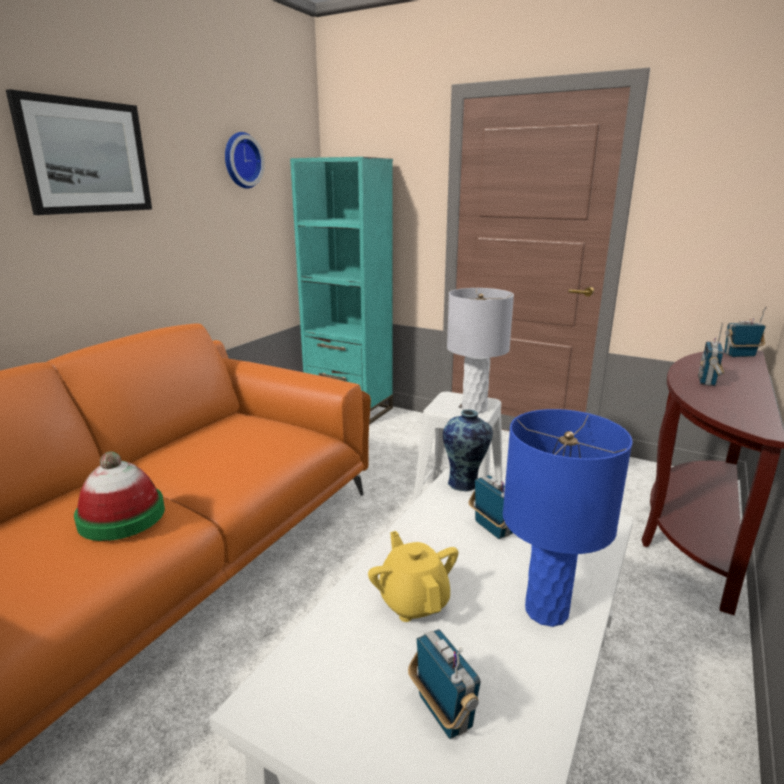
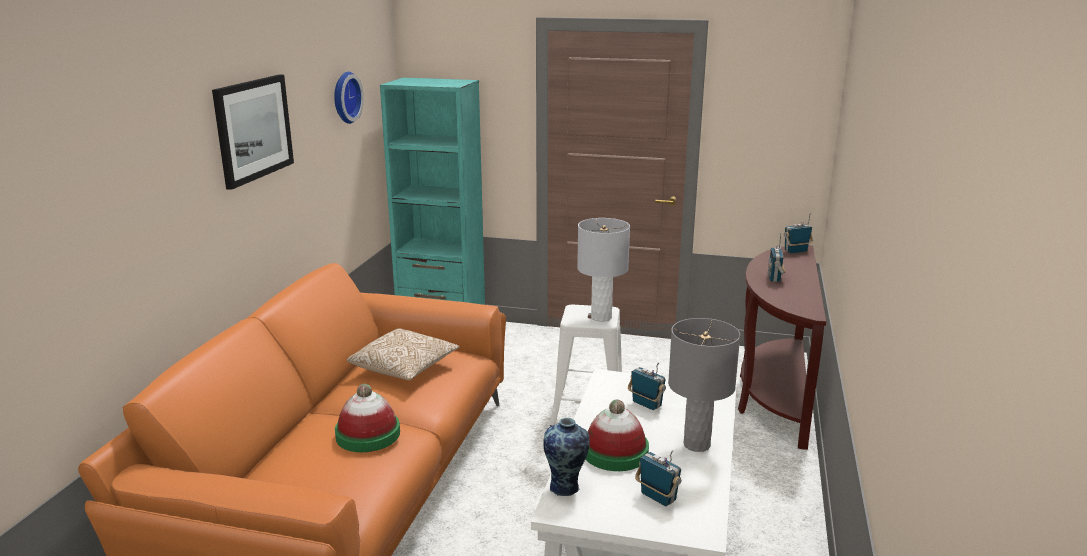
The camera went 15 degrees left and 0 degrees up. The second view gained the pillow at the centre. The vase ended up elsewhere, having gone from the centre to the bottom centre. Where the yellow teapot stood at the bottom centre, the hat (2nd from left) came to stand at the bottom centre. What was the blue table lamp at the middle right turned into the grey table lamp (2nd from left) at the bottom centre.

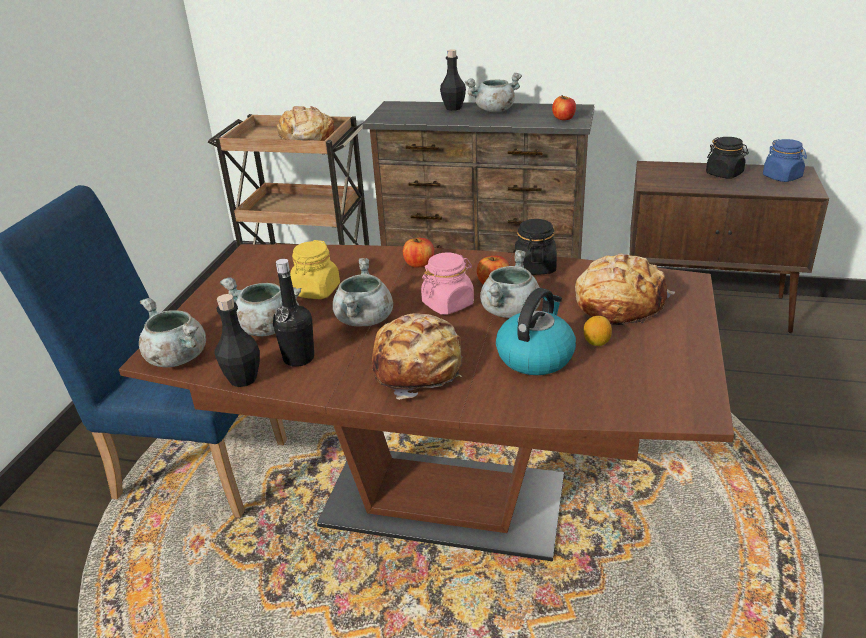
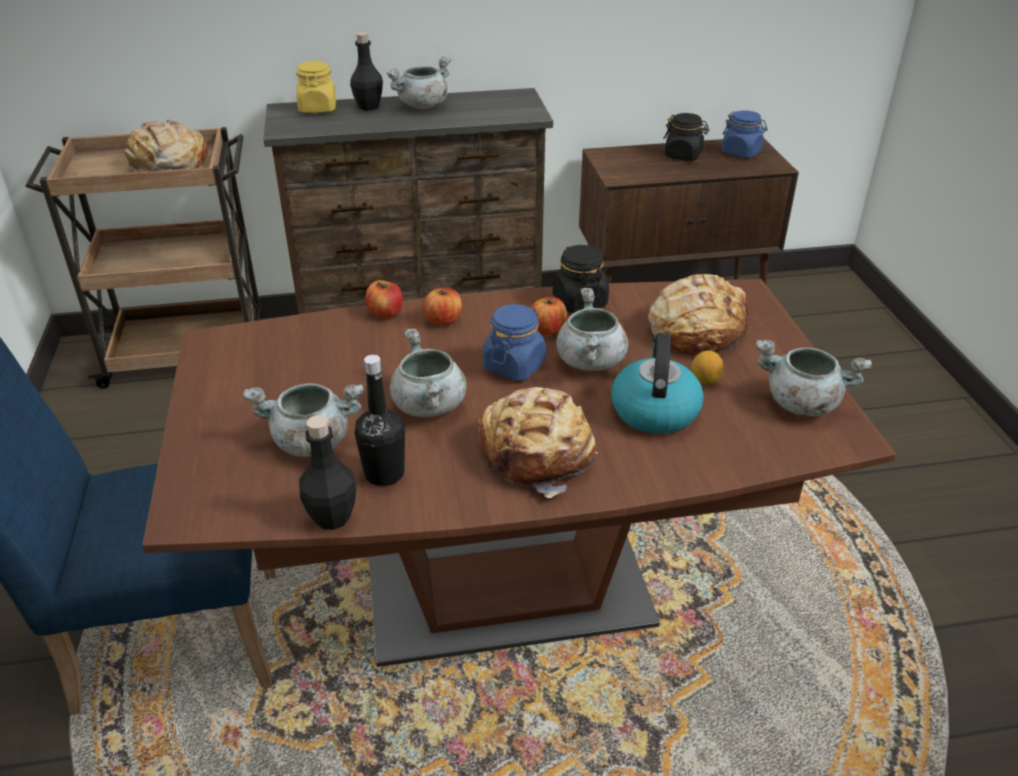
The camera went 25 degrees left and 5 degrees up. The yellow jar ended up elsewhere, having gone from the centre to the top left. The apple (3rd from left in the first image) ended up elsewhere, having gone from the top centre to the centre. What was the pink jar at the centre turned into the blue jar (1st from left) at the centre. The grey cooking pot (1st from left in the first image) ended up elsewhere, having gone from the middle left to the middle right.

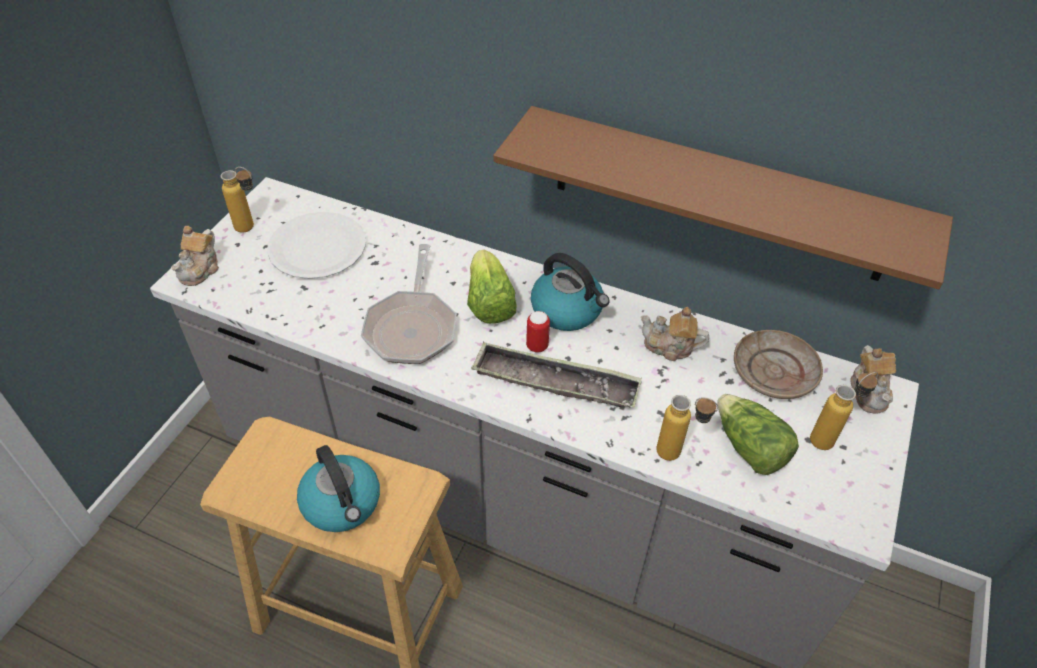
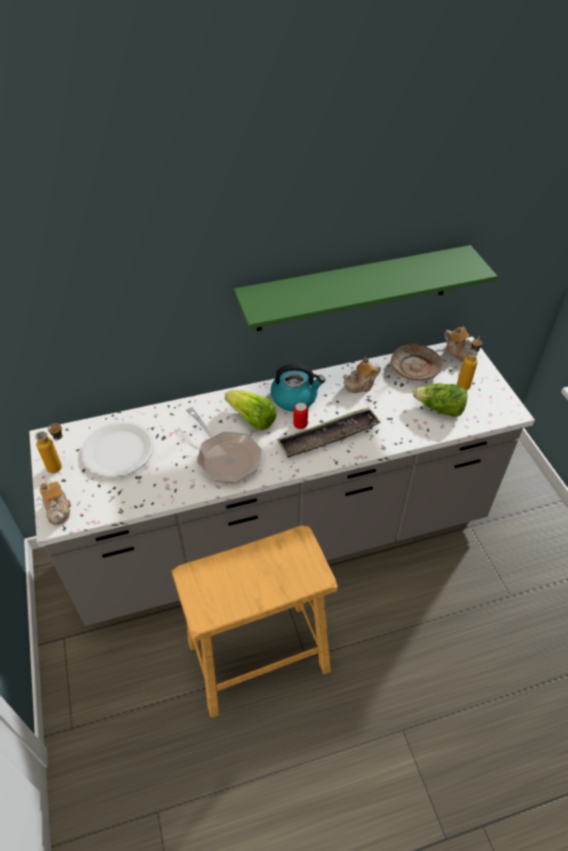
The camera went 40 degrees left and 0 degrees up. What was the brown shelf at the top right turned into the green shelf at the centre. The second view lost the kettle (1st from left) at the bottom left. The second view lost the bottle (2nd from left) at the centre.

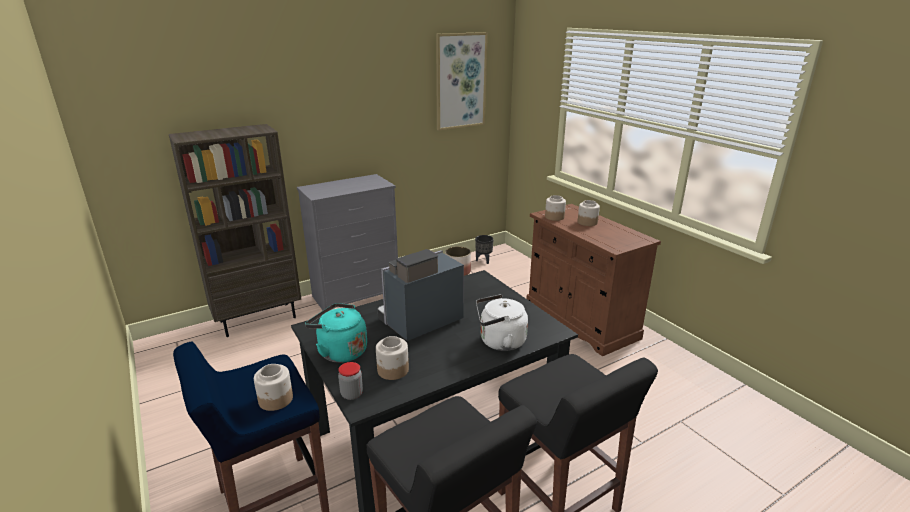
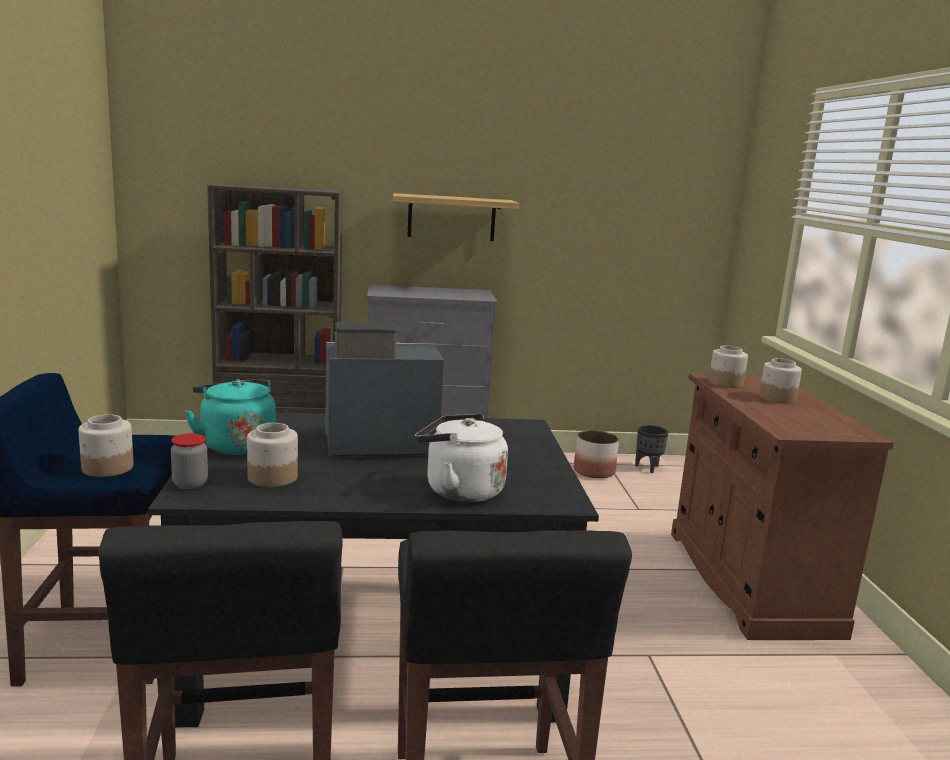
The camera went 25 degrees right and 10 degrees down. The second view gained the shelf at the top centre. The second view lost the picture at the top centre.

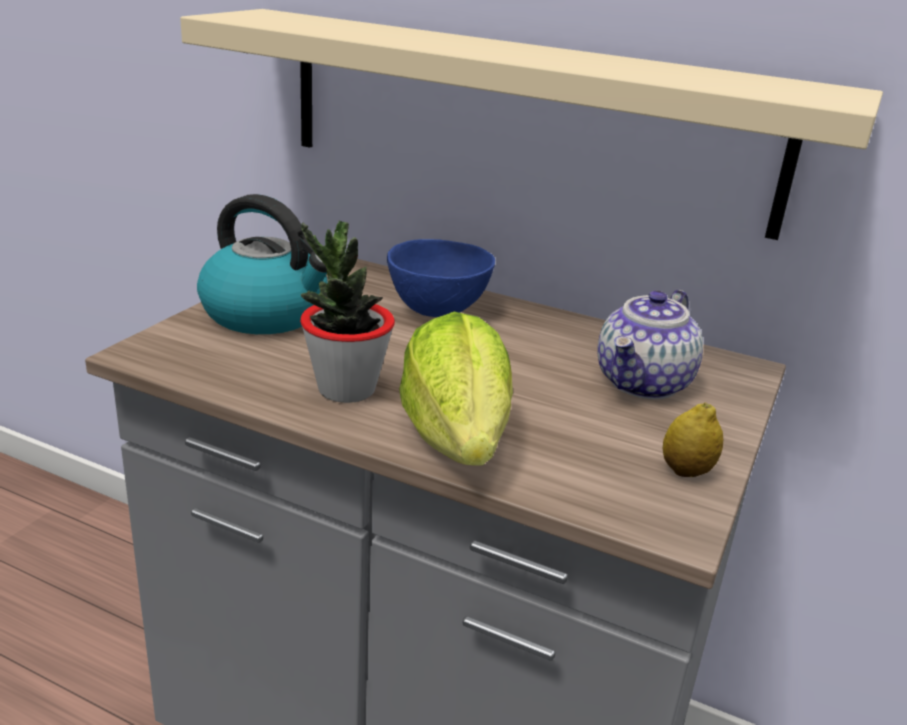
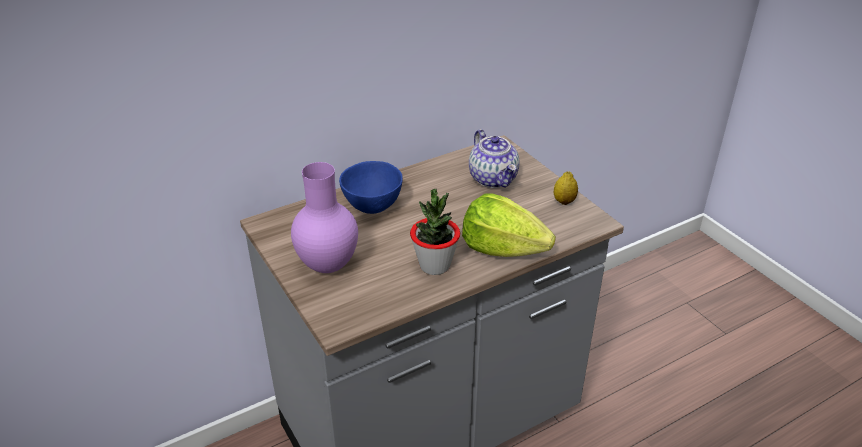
The camera went 55 degrees left and 10 degrees up. Where the kettle stood at the middle left, the purple vase came to stand at the centre. The second view lost the beige shelf at the top centre.

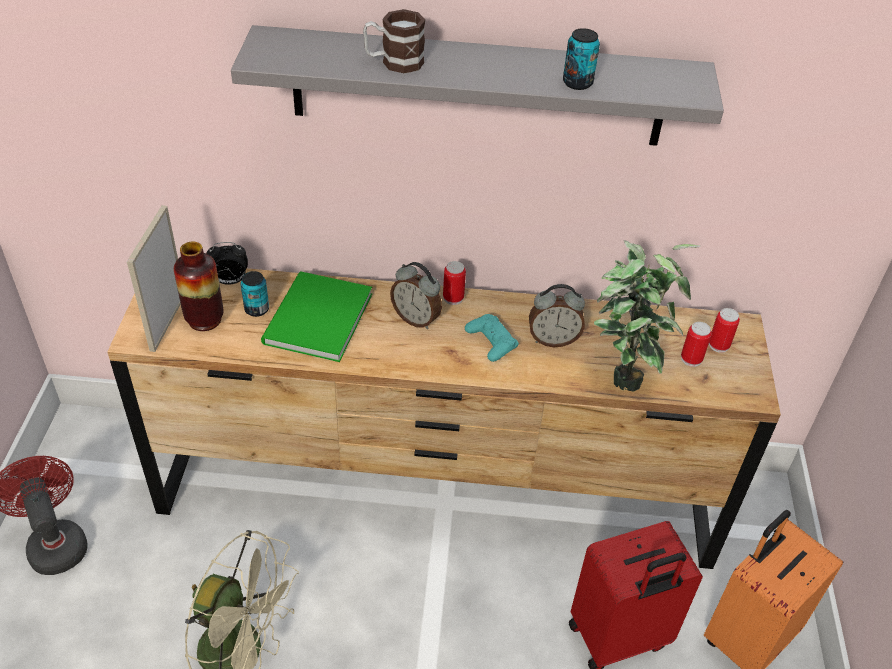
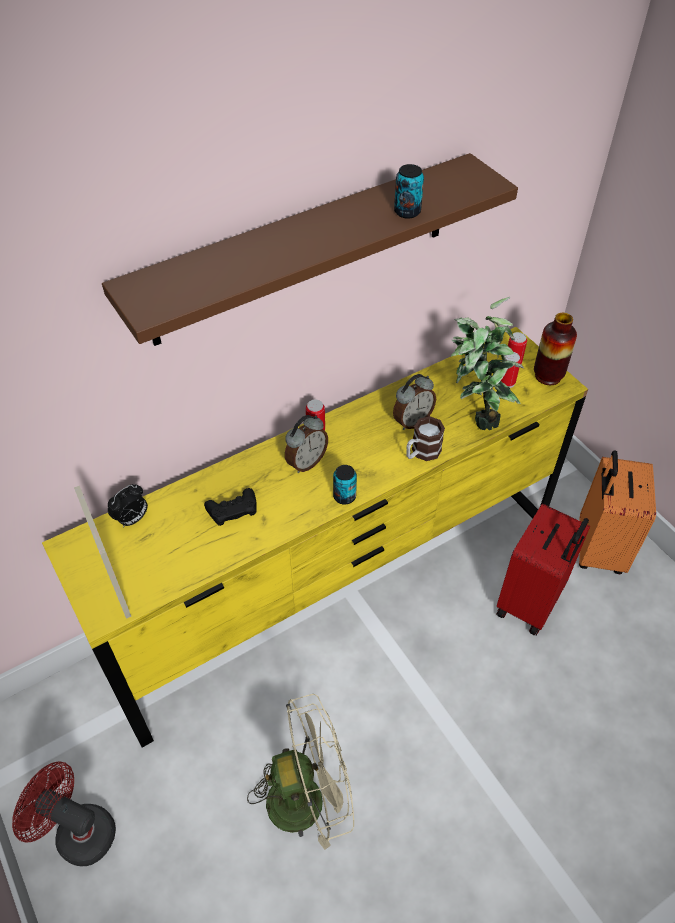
The camera went 35 degrees left and 5 degrees up. What was the brown dresser at the centre turned into the yellow dresser at the centre. What was the grey shelf at the top centre turned into the brown shelf at the top centre. Where the green book stood at the centre, the black game controller came to stand at the centre. The alarm clock (2nd from left) at the centre ended up facing another way, 45 degrees counterclockwise from before. The can (1st from left in the first image) ended up elsewhere, having gone from the middle left to the centre. The mug ended up elsewhere, having gone from the top centre to the centre. The vase ended up elsewhere, having gone from the middle left to the middle right. The second view lost the turquoise game controller at the centre.

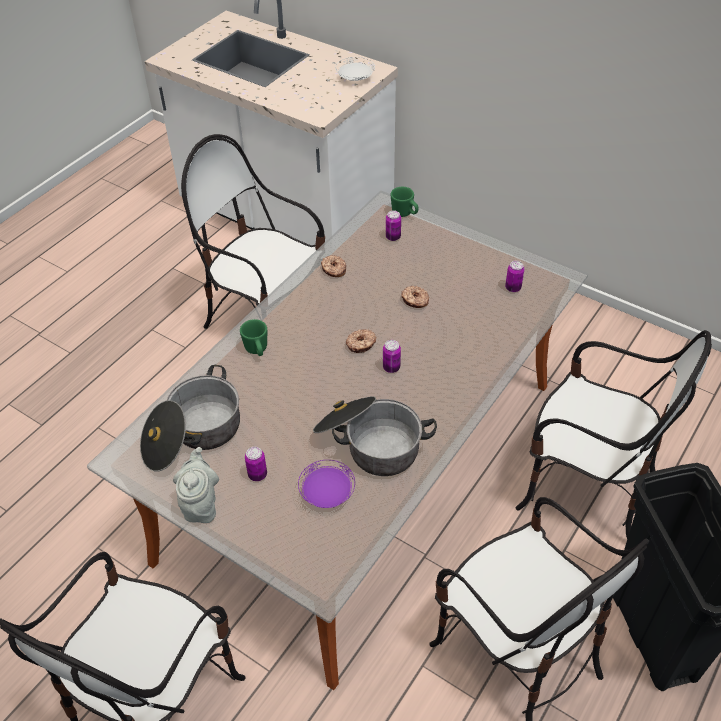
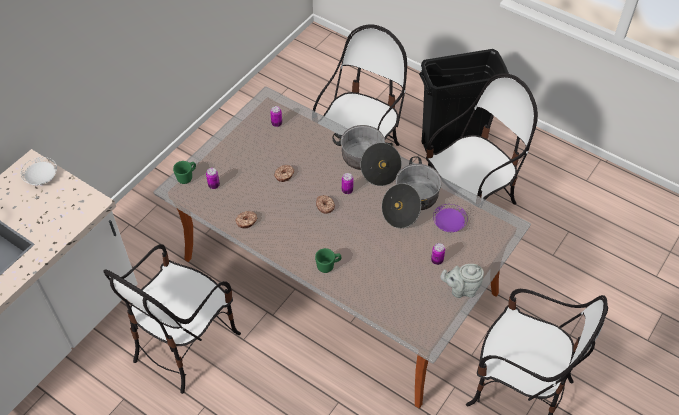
The camera went 90 degrees left and 5 degrees up. The cooking pot (1st from left) ended up elsewhere, having gone from the middle left to the centre.

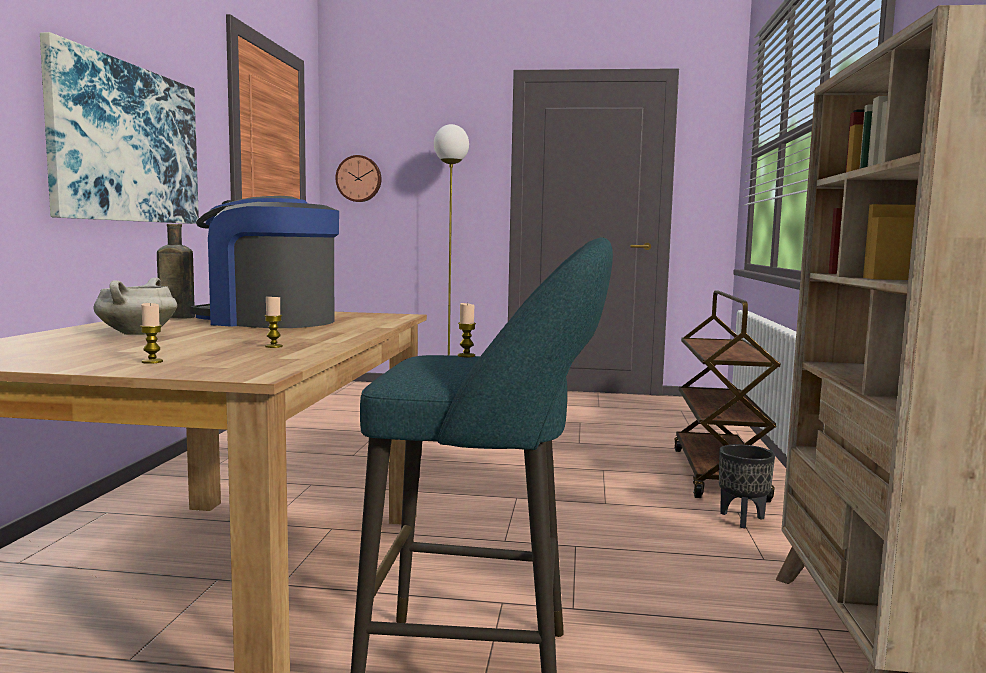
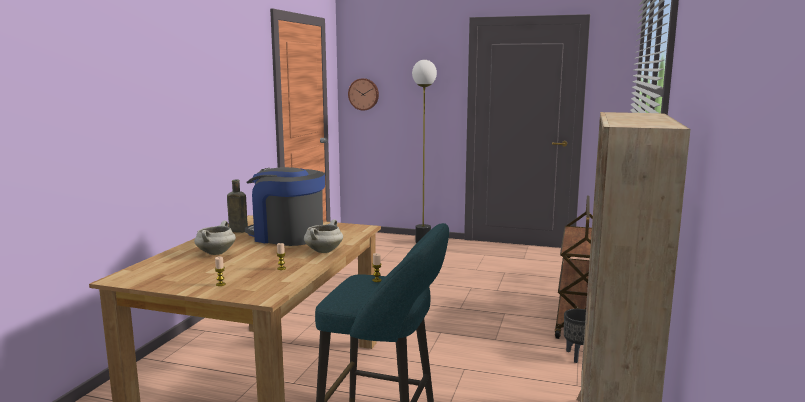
The camera went 10 degrees right and 5 degrees up. The second view gained the white cooking pot (2nd from left) at the centre. The second view lost the picture at the top left.

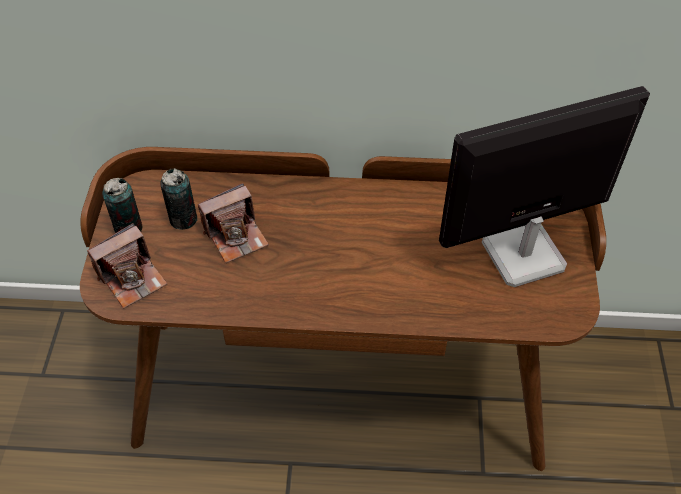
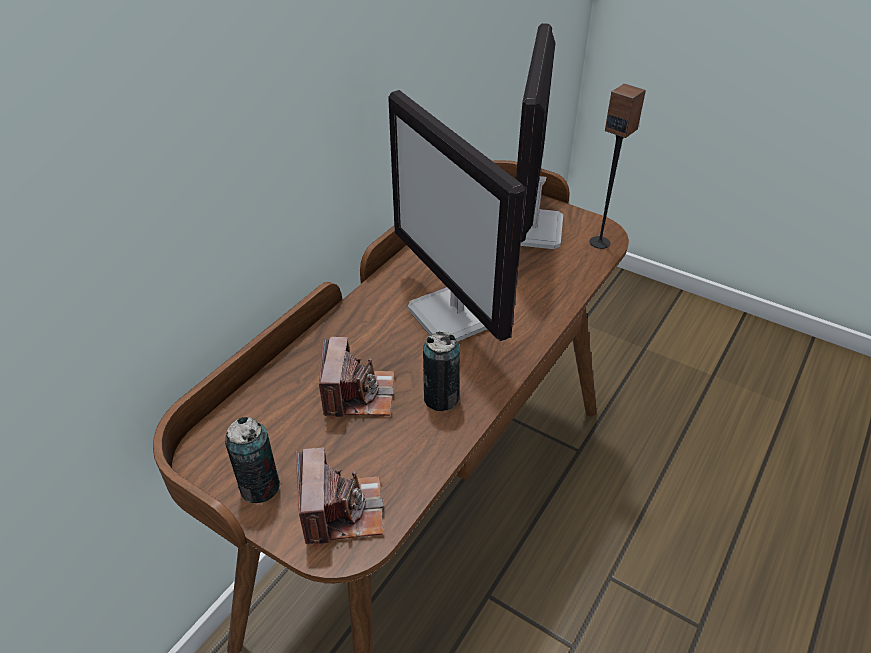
The camera went 60 degrees left and 10 degrees down. The second view gained the monitor (1st from left) at the top centre. The can (2nd from left) ended up elsewhere, having gone from the middle left to the centre. The second view gained the speaker at the top right.

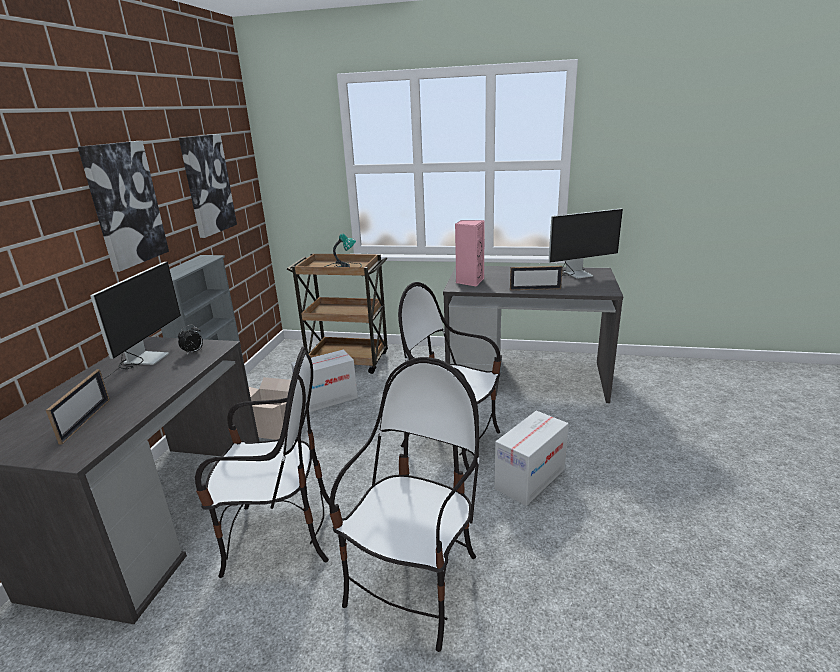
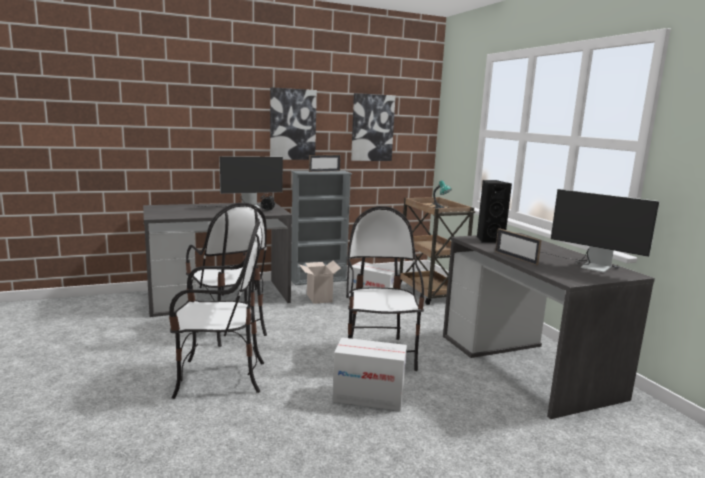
The camera went 55 degrees right and 10 degrees down. The picture frame (1st from left) ended up elsewhere, having gone from the middle left to the centre. What was the pink speaker at the centre turned into the black speaker at the middle right.

